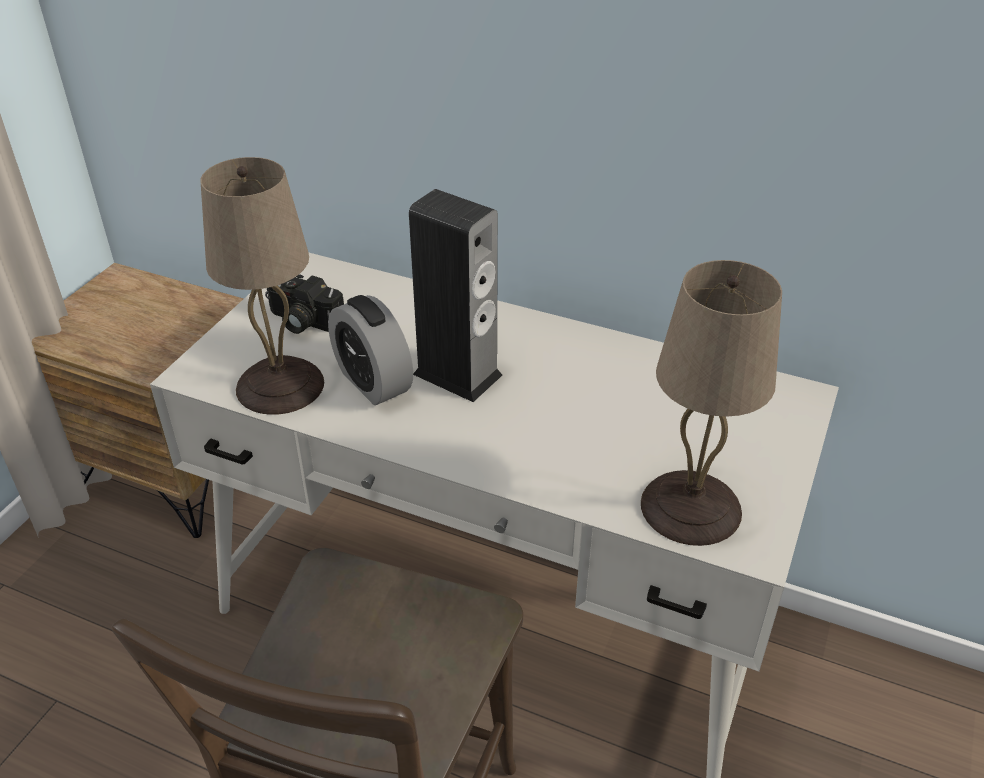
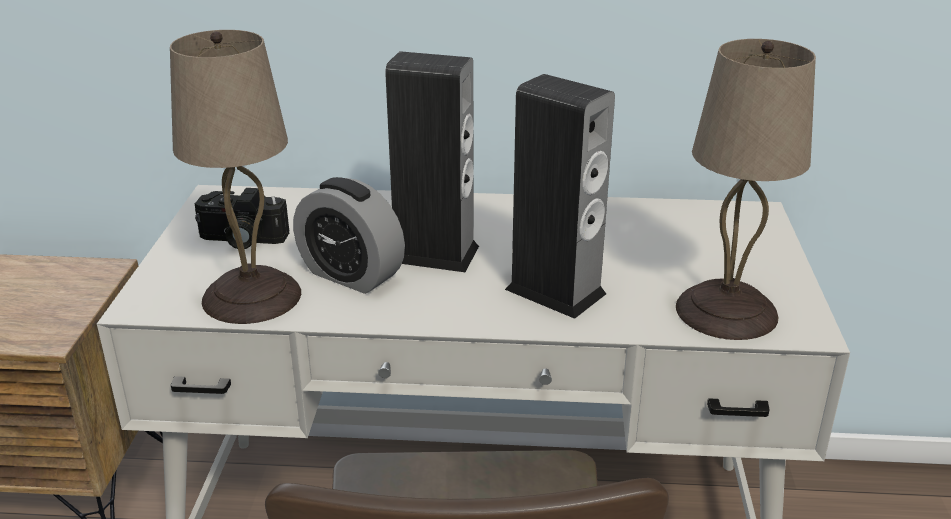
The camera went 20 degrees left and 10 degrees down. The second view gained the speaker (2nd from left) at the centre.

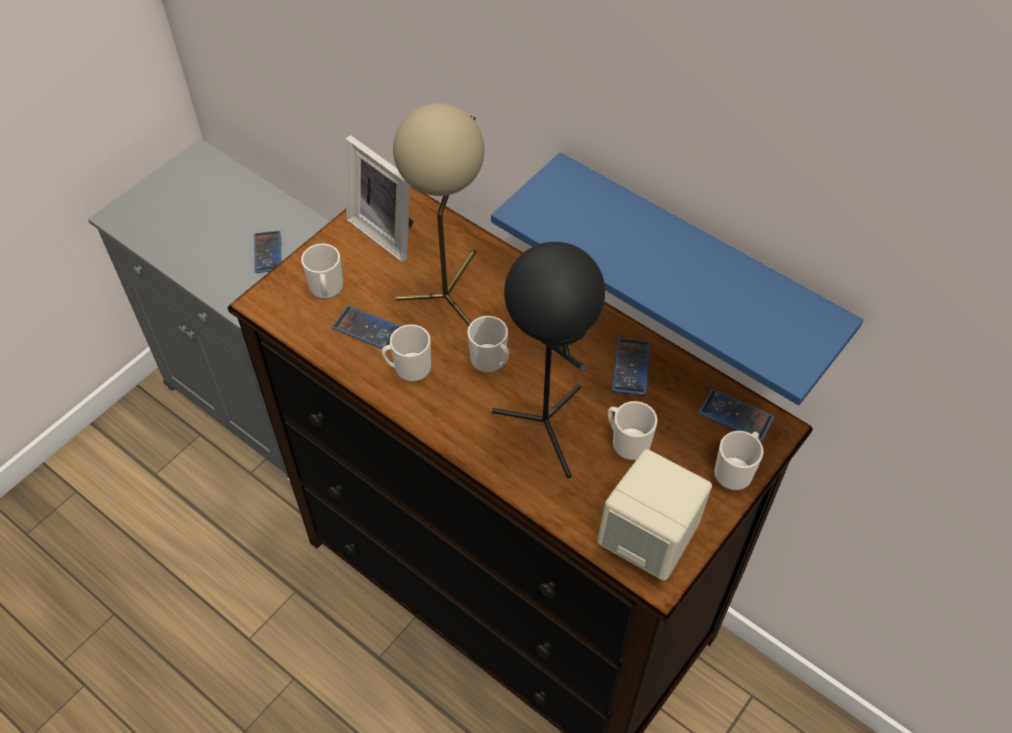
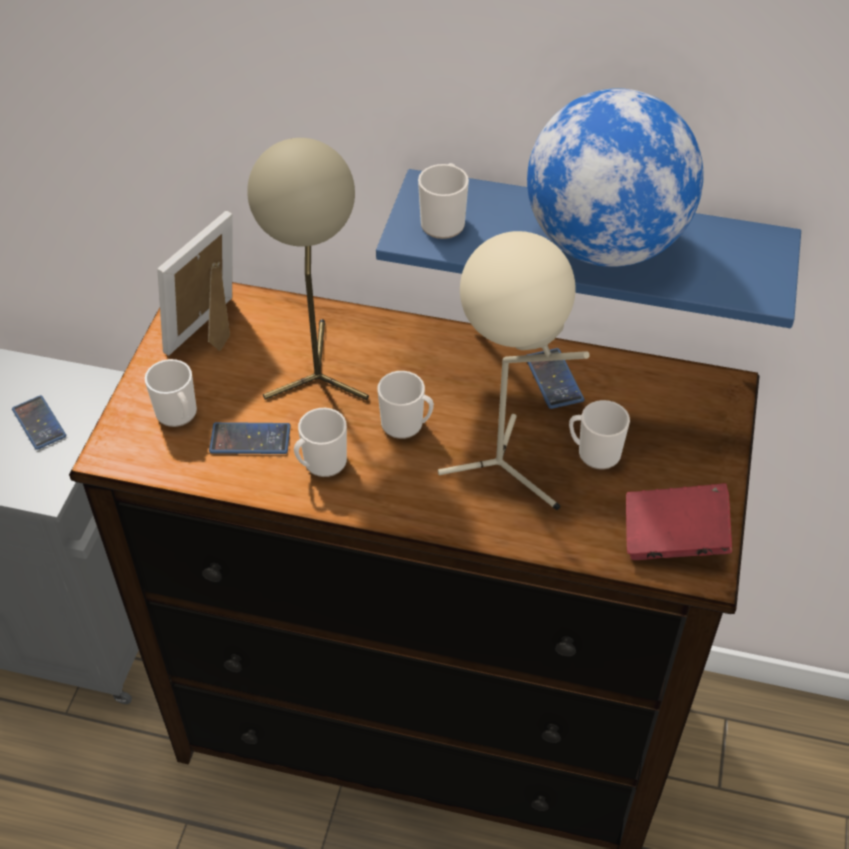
The camera went 25 degrees left and 5 degrees down. The picture frame at the top centre ended up facing another way, 105 degrees clockwise from before. The mug (5th from left in the first image) ended up elsewhere, having gone from the middle right to the top centre. What was the black table lamp at the centre turned into the beige table lamp (2nd from left) at the centre. The second view gained the globe at the top right. Where the beige speaker stood at the bottom centre, the red book came to stand at the middle right. The second view lost the phone (4th from left) at the middle right.

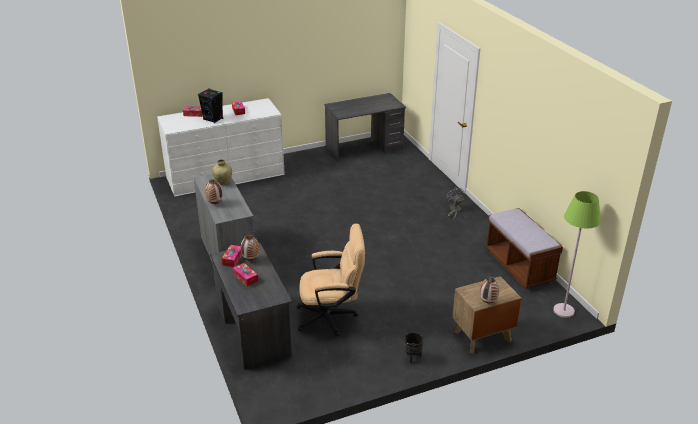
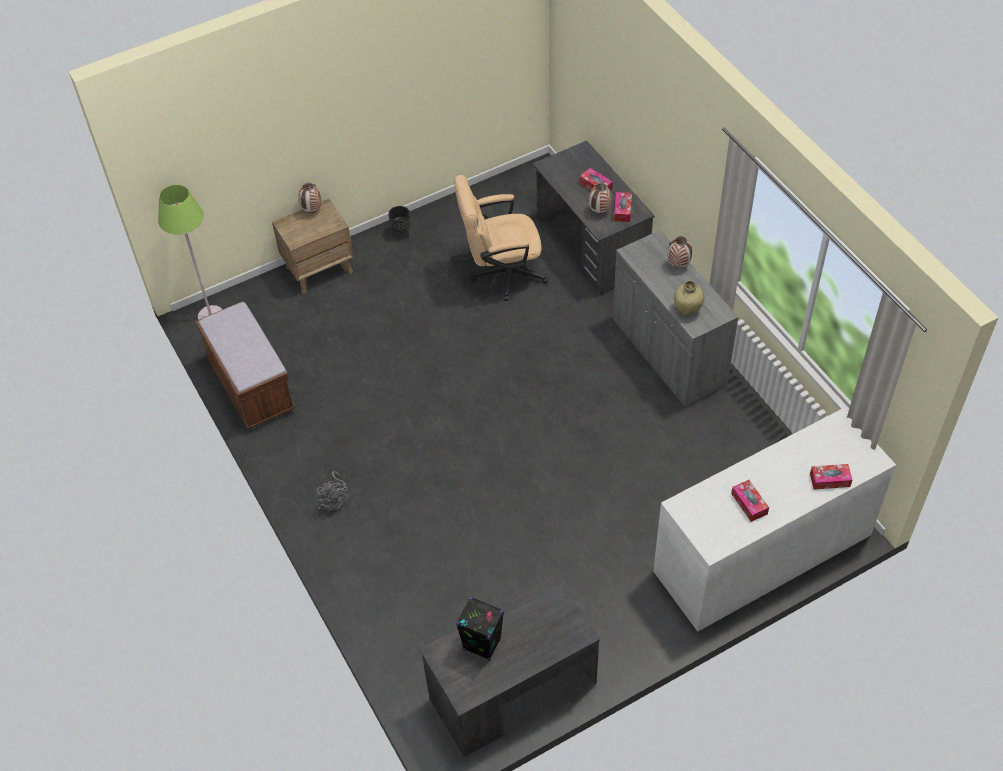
The camera went 175 degrees right and 20 degrees up. The black speaker ended up elsewhere, having gone from the top left to the bottom centre.

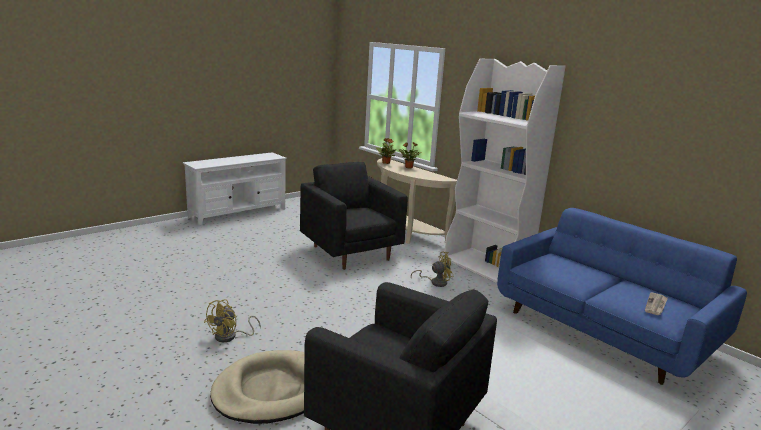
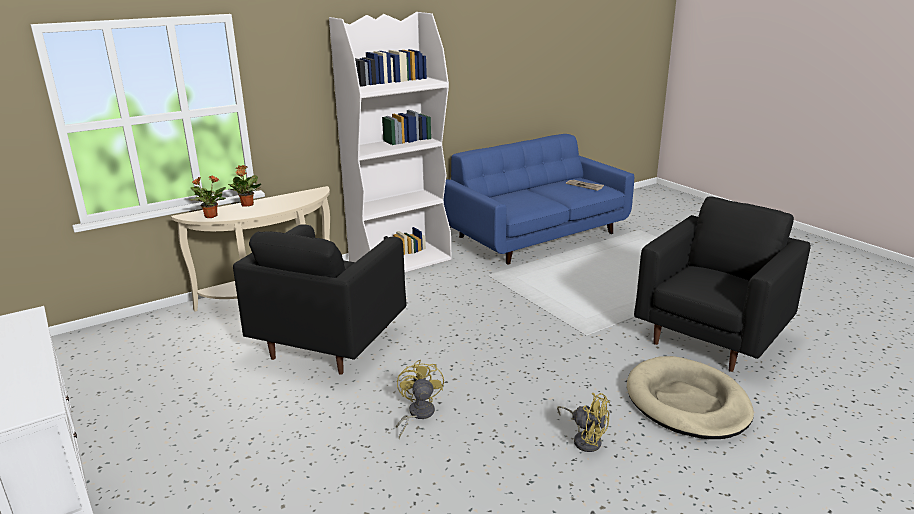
The camera went 80 degrees left and 5 degrees up. The black armchair (1st from left) at the centre ended up facing another way, 45 degrees counterclockwise from before. The yellow fan (2nd from left in the first image) ended up elsewhere, having gone from the centre to the bottom centre.

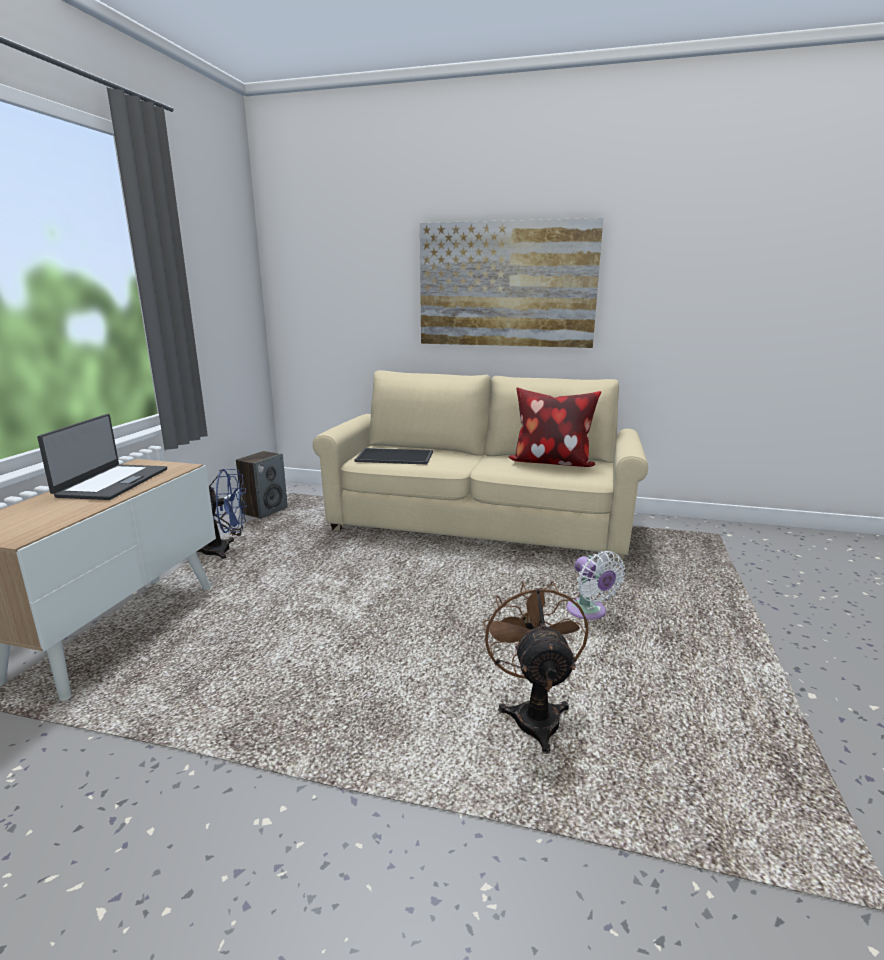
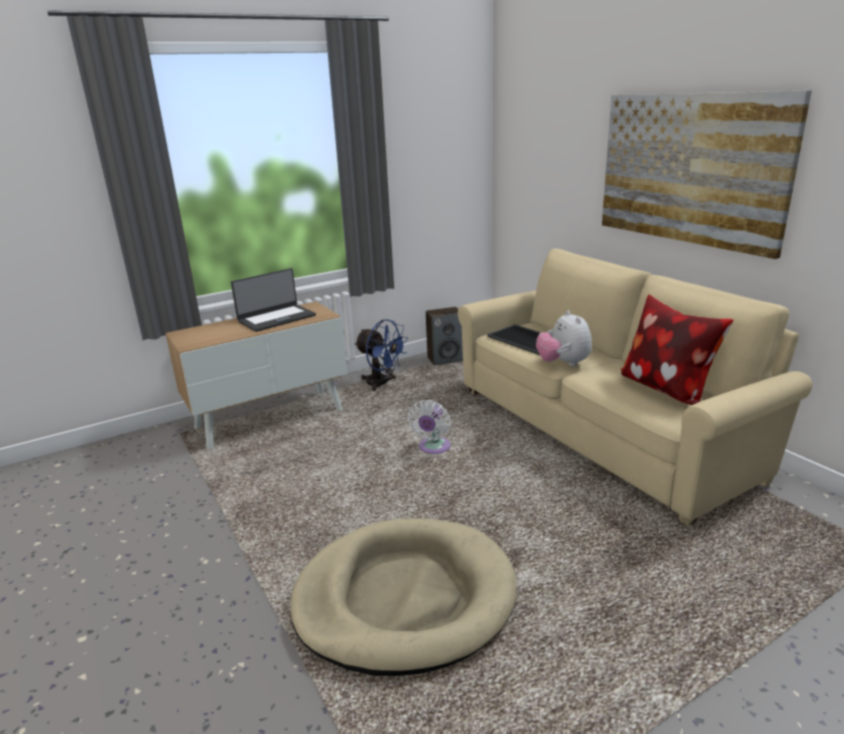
The camera went 45 degrees right and 5 degrees up. Where the brown fan stood at the bottom centre, the beige dog bed came to stand at the bottom centre. The white fan ended up elsewhere, having gone from the middle right to the centre. The second view gained the plush toy at the middle right.

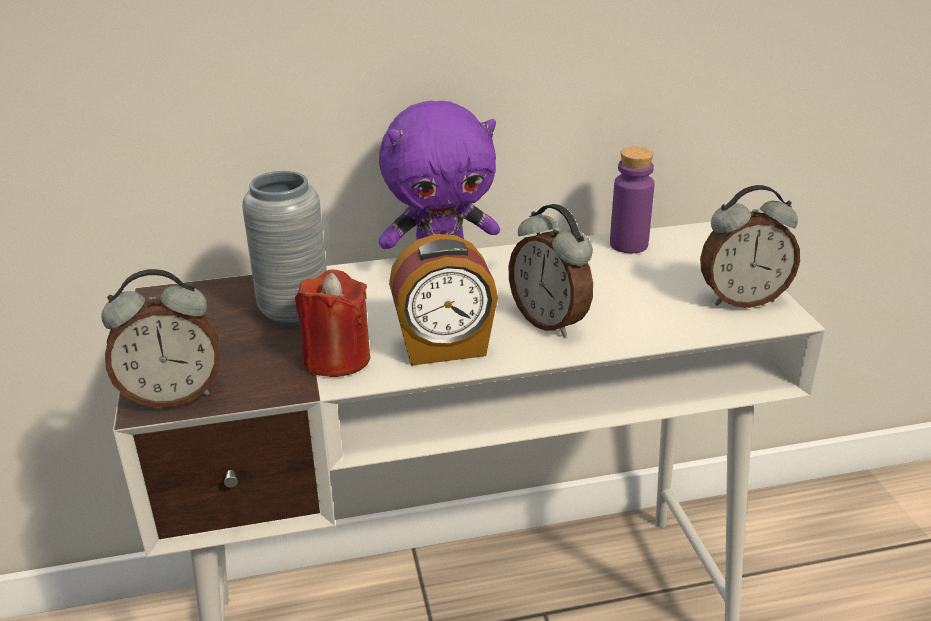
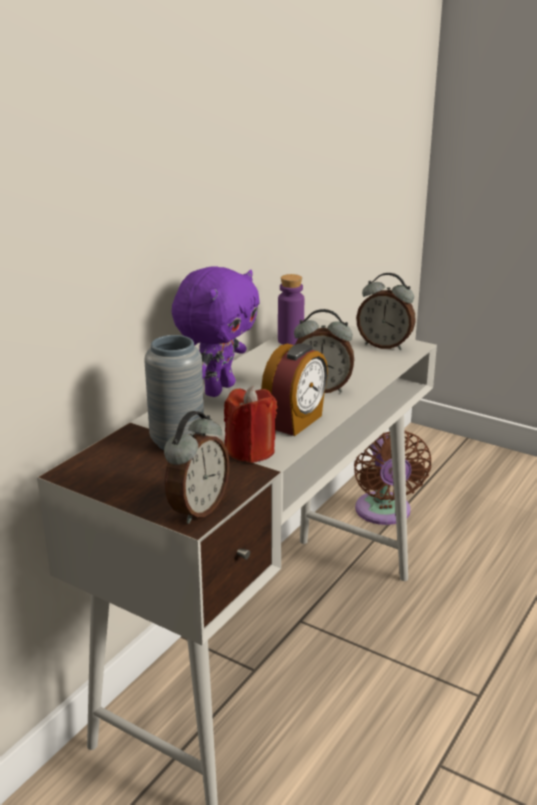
The camera went 45 degrees left and 5 degrees down. The second view gained the brown fan at the middle right. The alarm clock (4th from left) at the middle right ended up facing another way, 75 degrees clockwise from before.

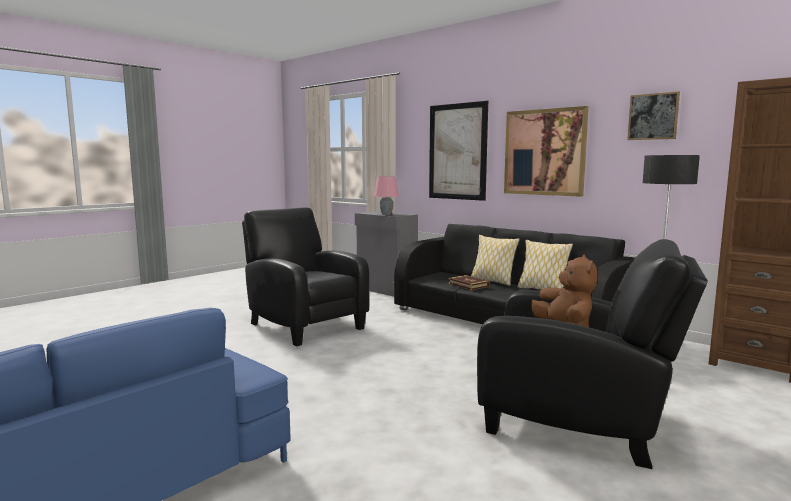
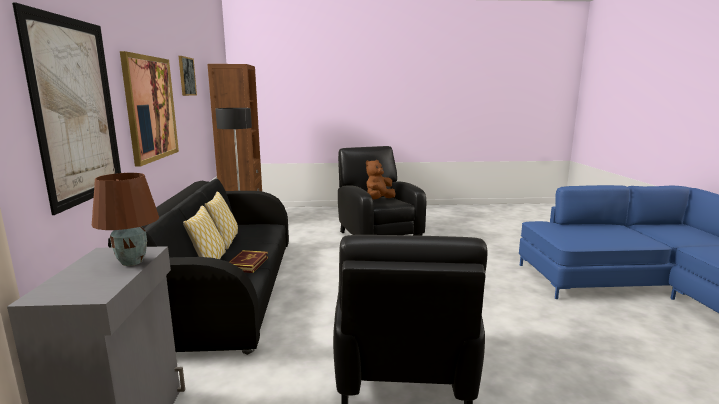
The camera went 135 degrees left and 5 degrees up. What was the pink table lamp at the centre turned into the brown table lamp at the middle left.

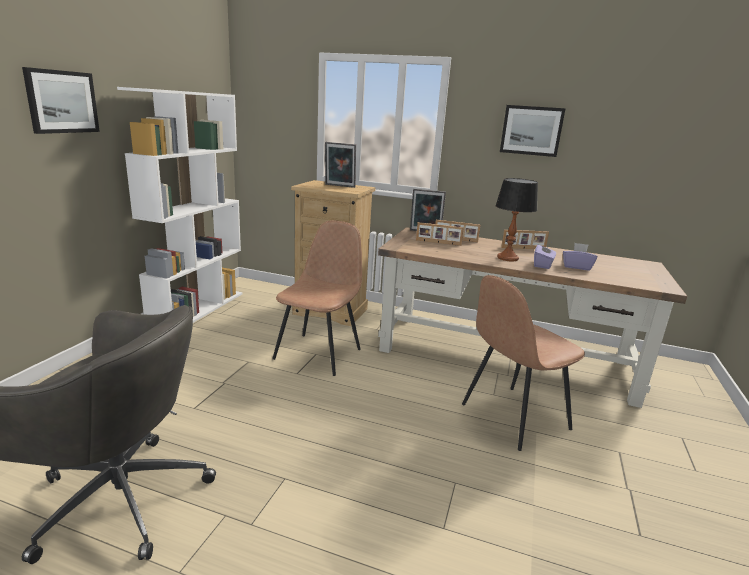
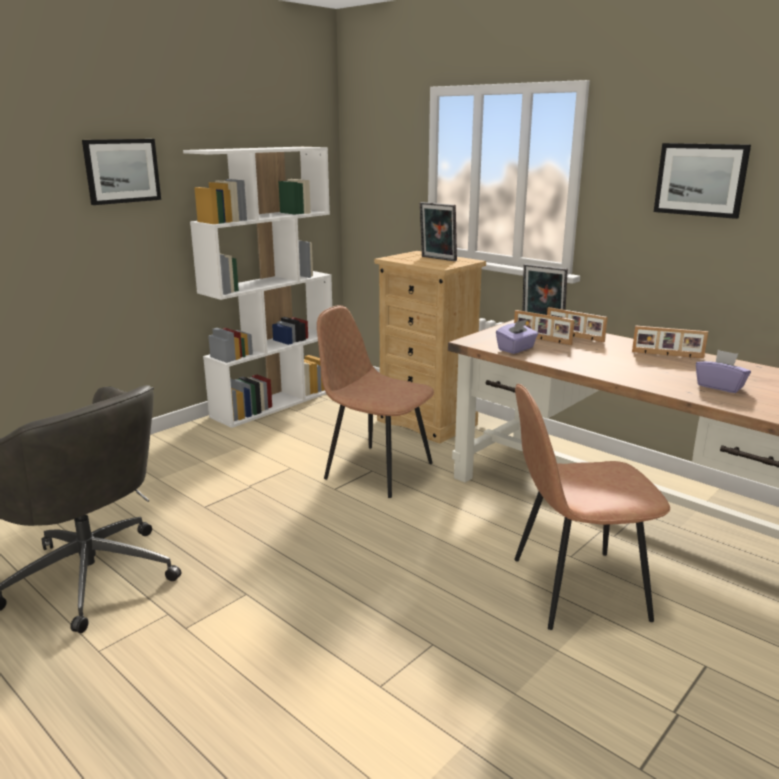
The camera went 25 degrees right and 0 degrees up. The brown chair (1st from left) at the centre ended up facing another way, 105 degrees counterclockwise from before. The purple tissue box (1st from left) ended up elsewhere, having gone from the middle right to the centre. The second view lost the table lamp at the middle right.

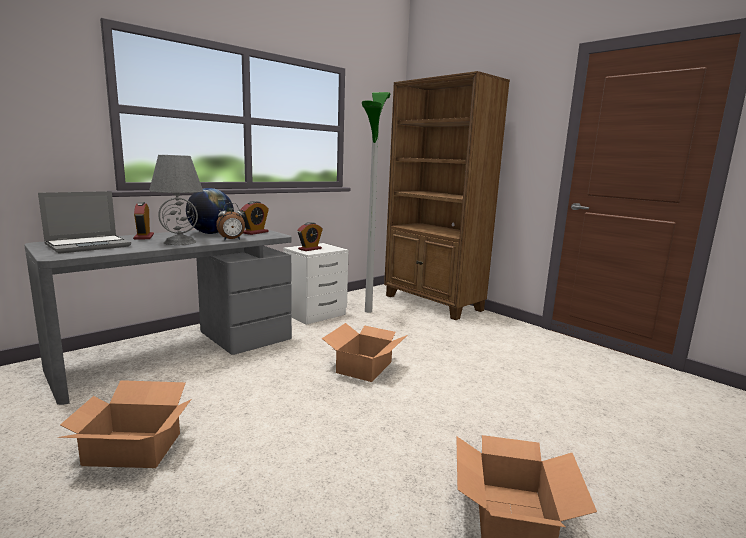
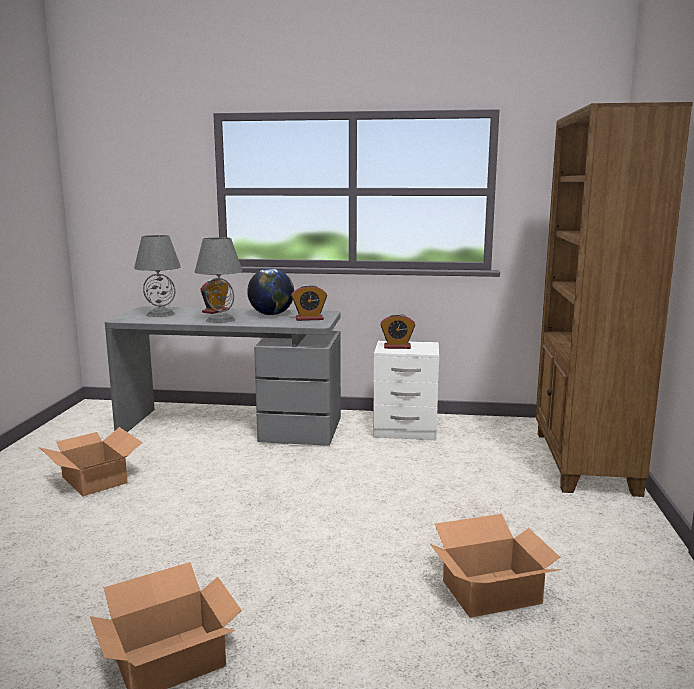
The camera went 50 degrees right and 0 degrees up. Where the laptop stood at the middle left, the grey table lamp (1st from left) came to stand at the middle left. The cardboard box (2nd from left in the first image) ended up elsewhere, having gone from the centre to the bottom right. The second view lost the alarm clock (2nd from left) at the middle left. The second view lost the floor lamp at the centre.

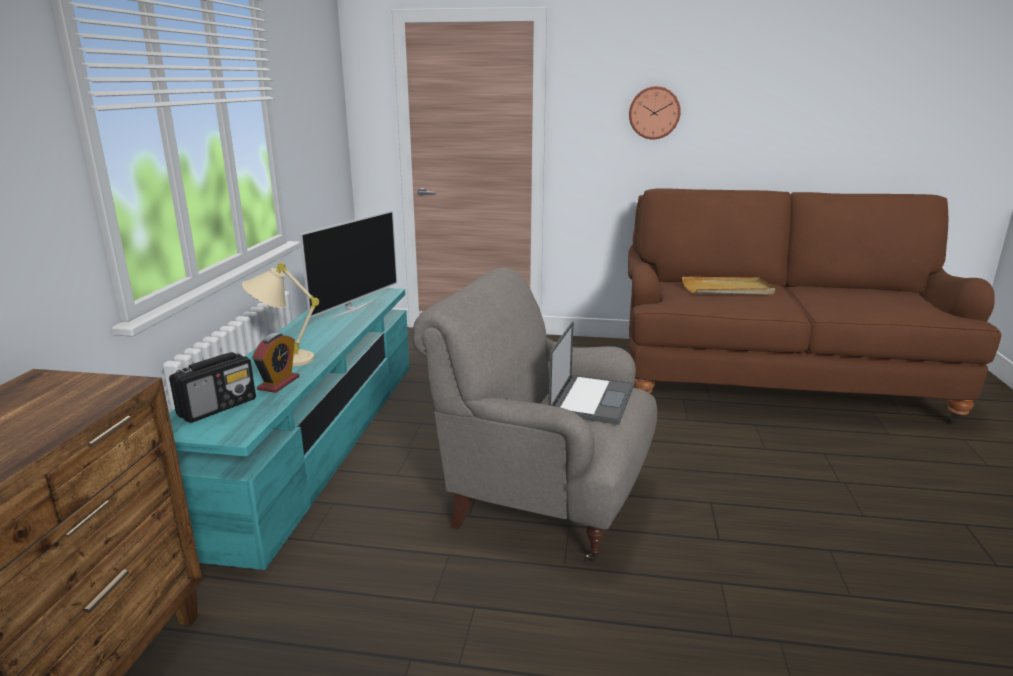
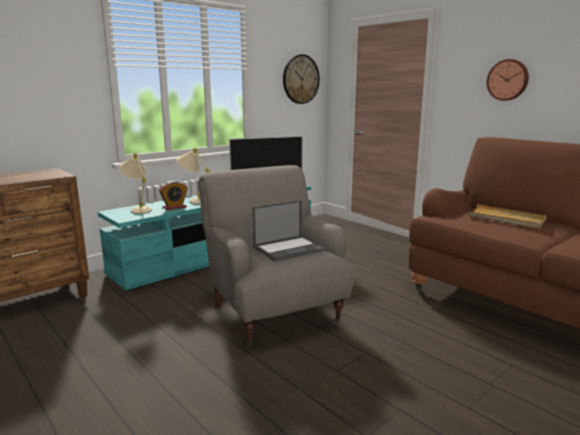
The camera went 40 degrees right and 5 degrees down. Where the radio stood at the middle left, the beige table lamp (1st from left) came to stand at the middle left. The second view gained the wall clock (1st from left) at the top centre.

